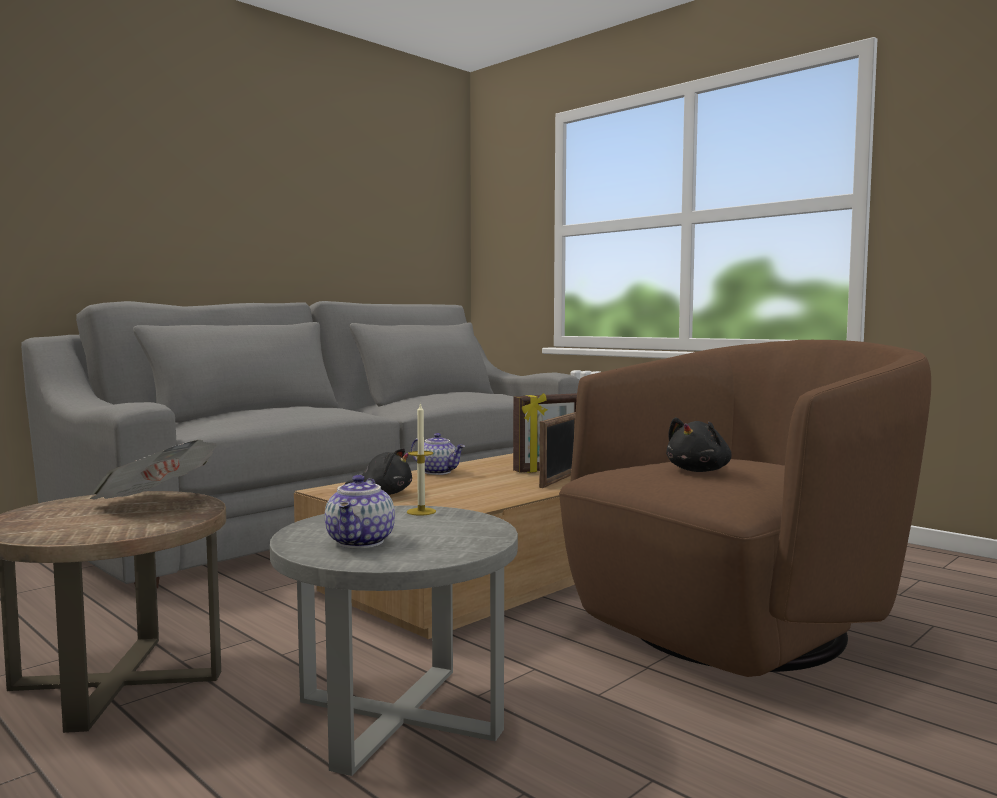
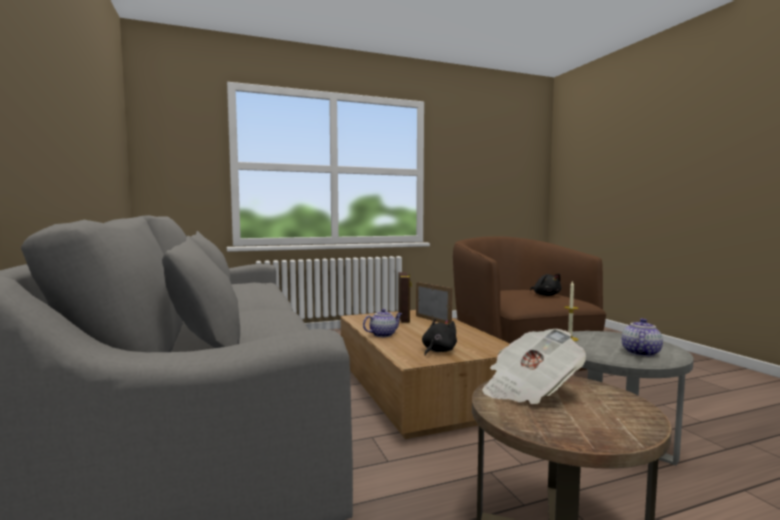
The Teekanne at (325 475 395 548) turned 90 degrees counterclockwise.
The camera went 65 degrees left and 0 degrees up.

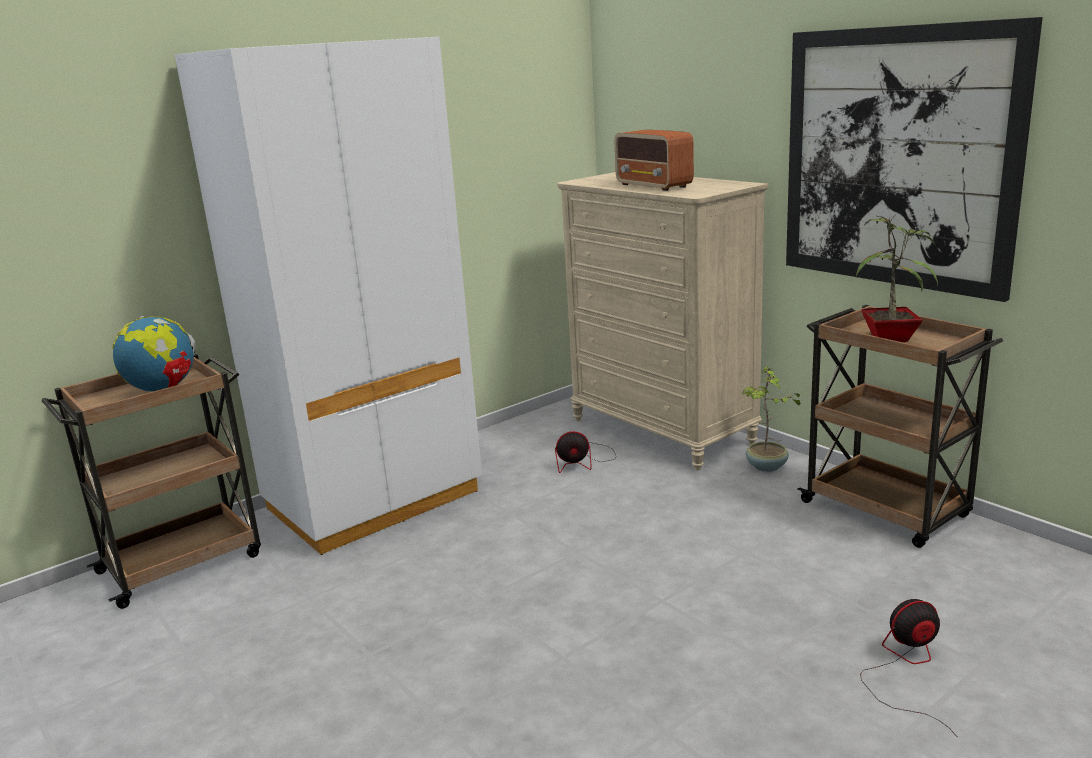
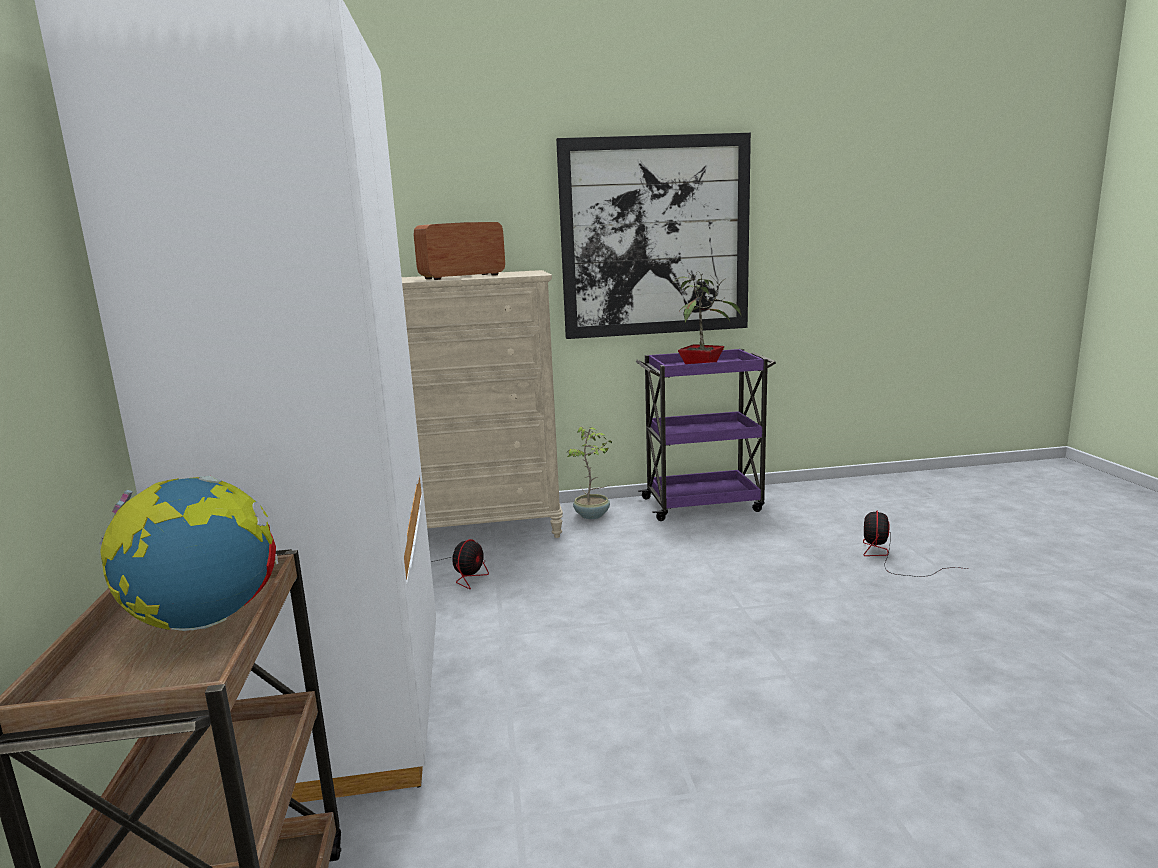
The Rollwagen (braun) at (798 305 1003 548) became the Rollwagen (lila) at (636 349 776 521).
The Radio at (615 130 694 191) turned 150 degrees clockwise.
The camera went 60 degrees left and 5 degrees down.

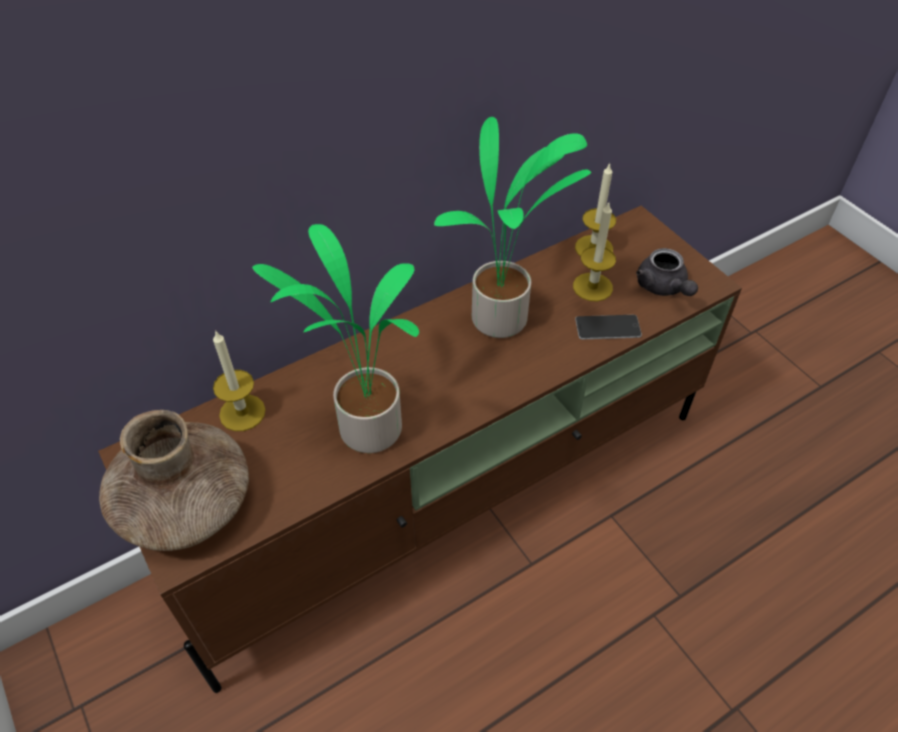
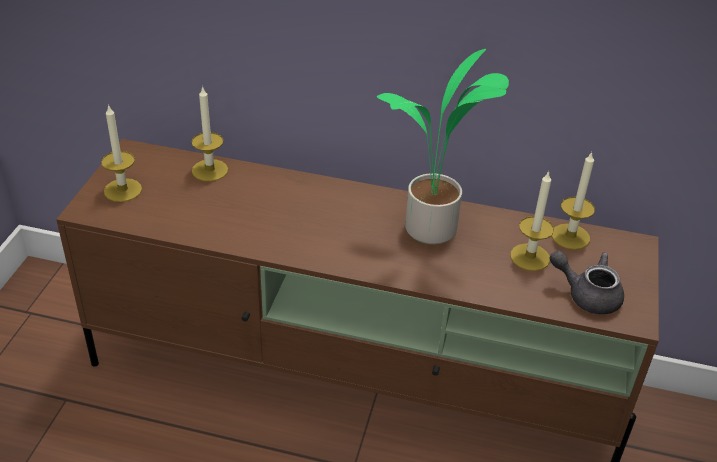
The Topfpflanze at (252 224 419 453) disappeared.
The Handy at (575 315 642 339) disappeared.
The Vase (braun) at (99 410 249 551) was replaced by the Kerze at (101 104 142 202).
The Teekanne (grau) at (636 248 698 296) turned 90 degrees clockwise.
The camera went 45 degrees right and 10 degrees down.

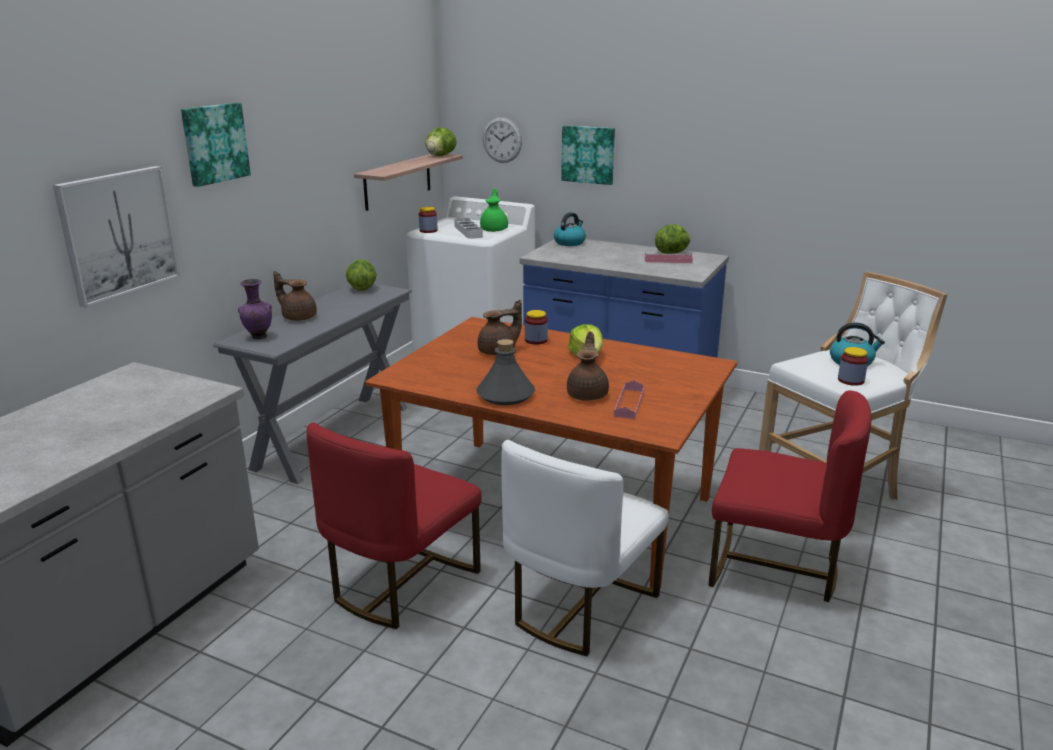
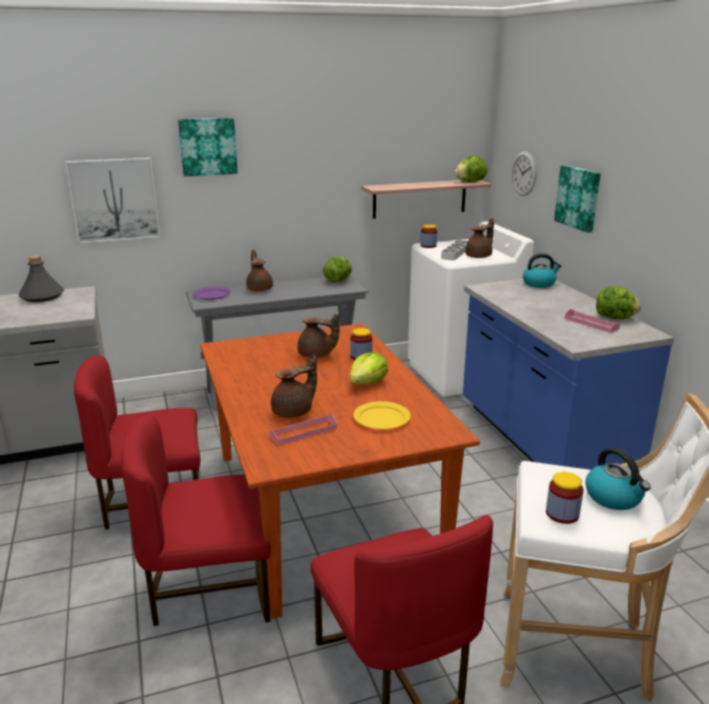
The Teller (gelb) at (353 401 411 429) appeared.
The Flasche (grau) moved from (477 339 535 405) to (18 255 64 302).
The Vase (lila) at (238 279 272 339) was replaced by the Teller (lila) at (193 286 231 300).
The Teekanne (grün) at (480 188 508 232) became the Teekanne (braun) at (465 218 494 258).
The Stuhl (weiß) at (502 440 668 656) became the Stuhl (rot) at (121 415 271 626).
The camera went 45 degrees right and 0 degrees up.

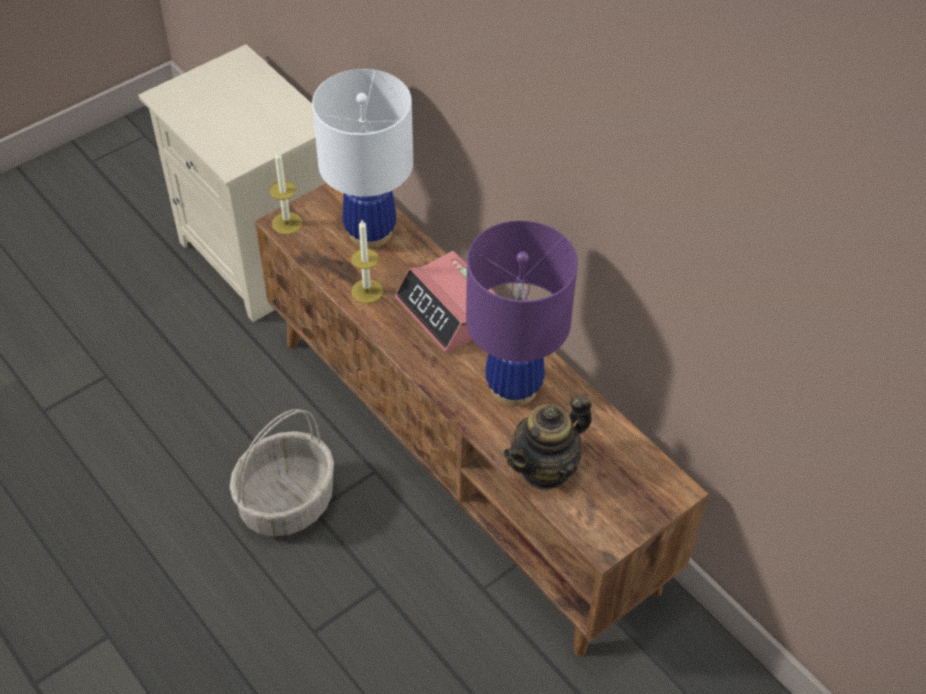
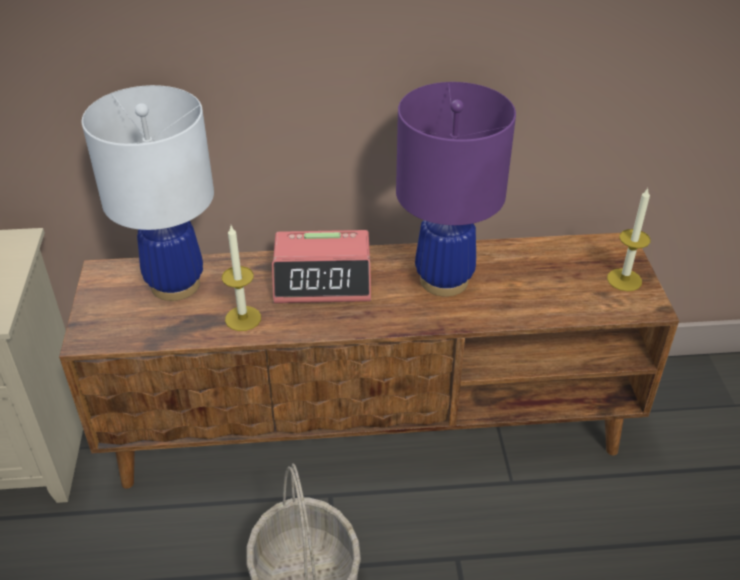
The Teekanne at (504 394 592 491) disappeared.
The Kerze moved from (269 150 302 234) to (607 188 650 291).
The camera went 55 degrees left and 10 degrees down.

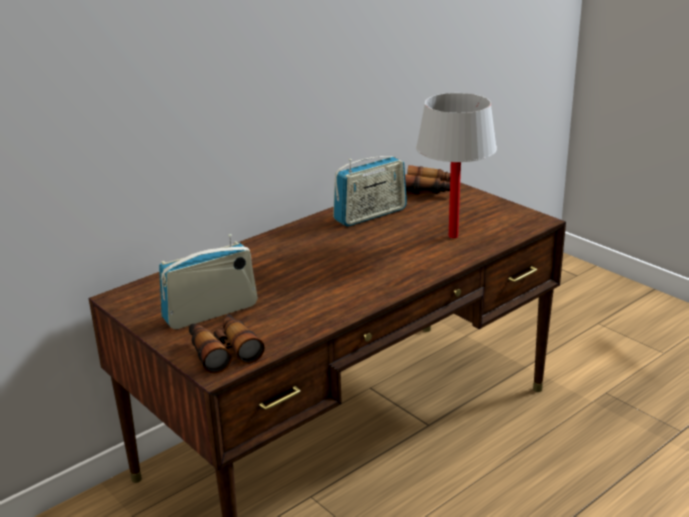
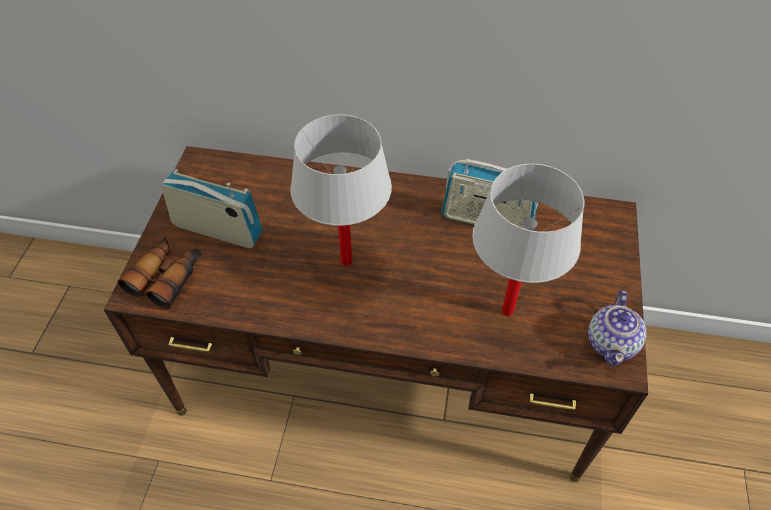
The Fernglas at (405 165 450 195) disappeared.
The Tischlampe (weiß) at (291 114 392 267) appeared.
The Teekanne at (588 290 647 366) appeared.
The camera went 50 degrees right and 25 degrees up.

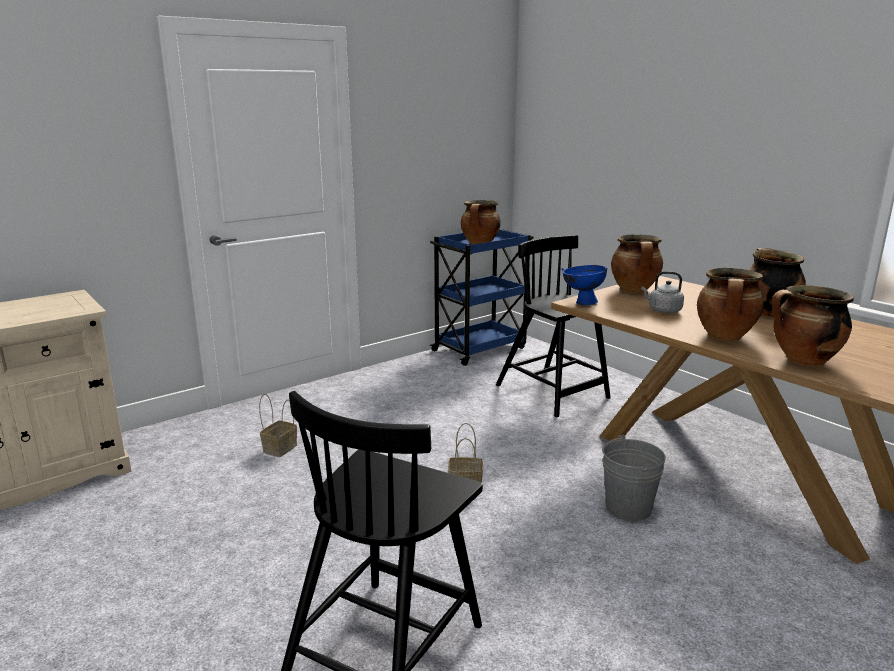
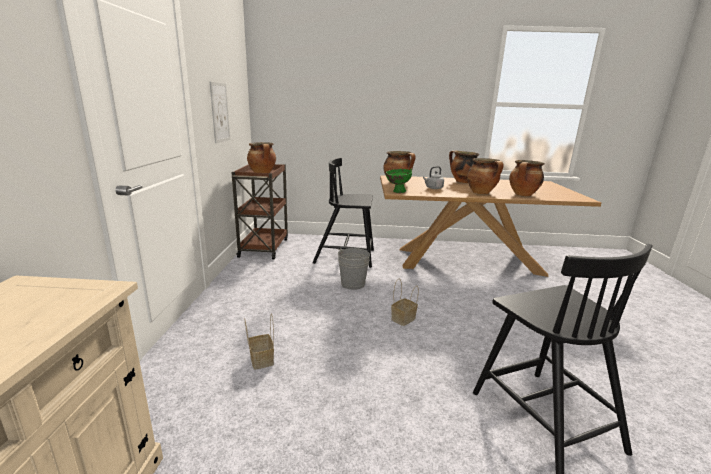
The Bild at (210 82 230 143) appeared.
The Eimer (grau) moved from (603 435 666 521) to (338 248 370 290).
The Rollwagen (blau) at (429 229 534 366) became the Rollwagen (braun) at (231 164 288 259).
The Schüssel (blau) at (562 265 608 305) became the Schüssel (grün) at (386 169 412 193).
The camera went 50 degrees left and 0 degrees up.

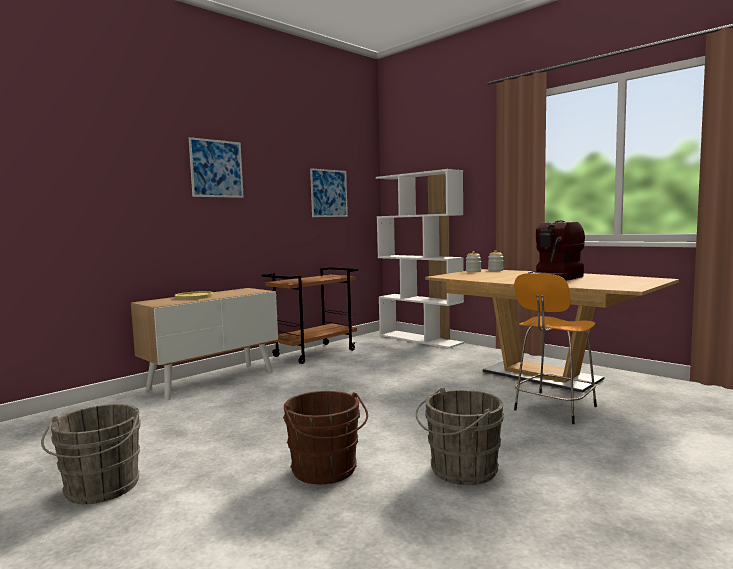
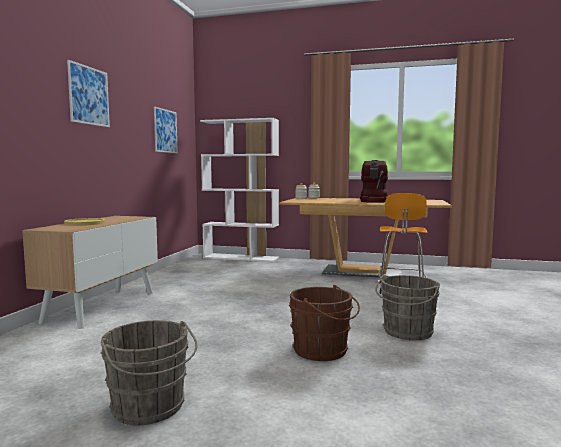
The Rollwagen (braun) at (262 267 358 364) disappeared.
The camera went 30 degrees left and 0 degrees up.

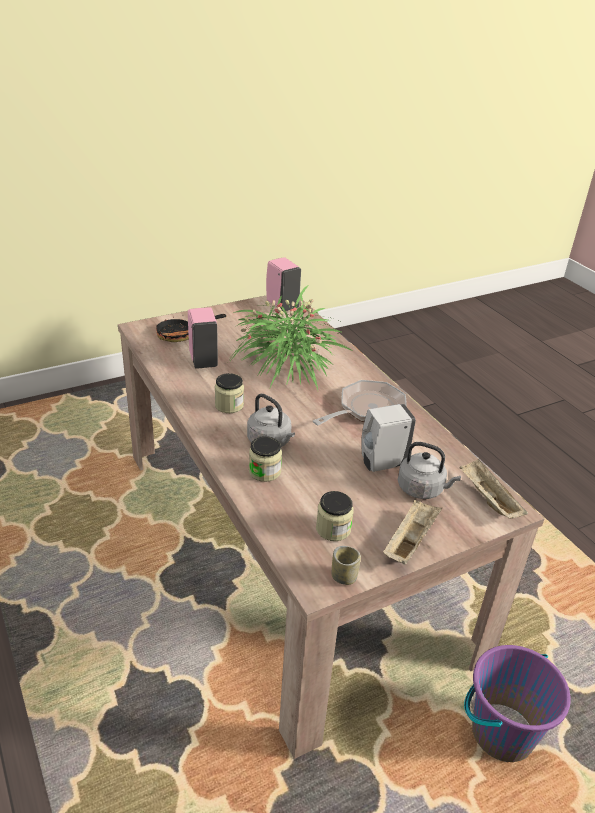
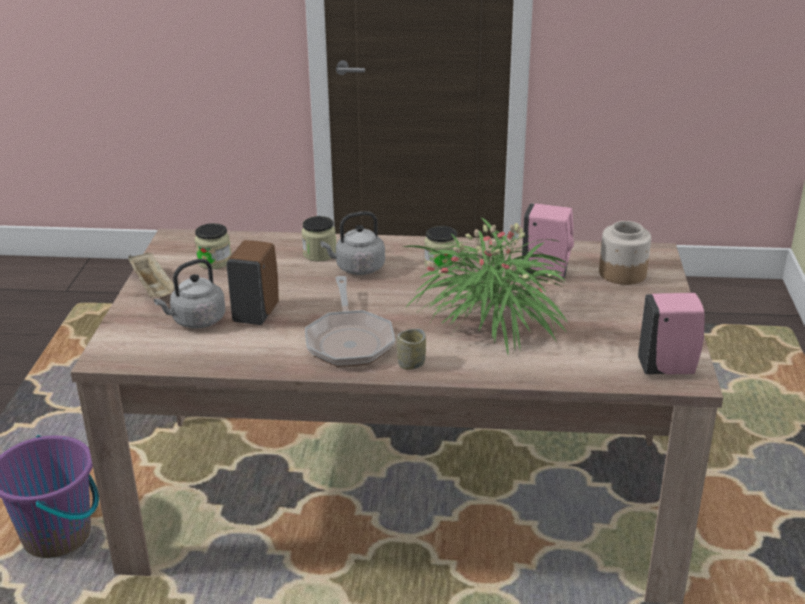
The Tablett (beige) at (460 459 528 519) disappeared.
The Tasse moved from (332 546 361 585) to (397 329 426 370).
The Pfanne at (156 314 226 342) was replaced by the Vorratsglas at (599 221 651 285).
The Seifenspender (weiß) at (362 404 416 472) became the Seifenspender (braun) at (226 240 279 325).
The camera went 125 degrees right and 5 degrees down.

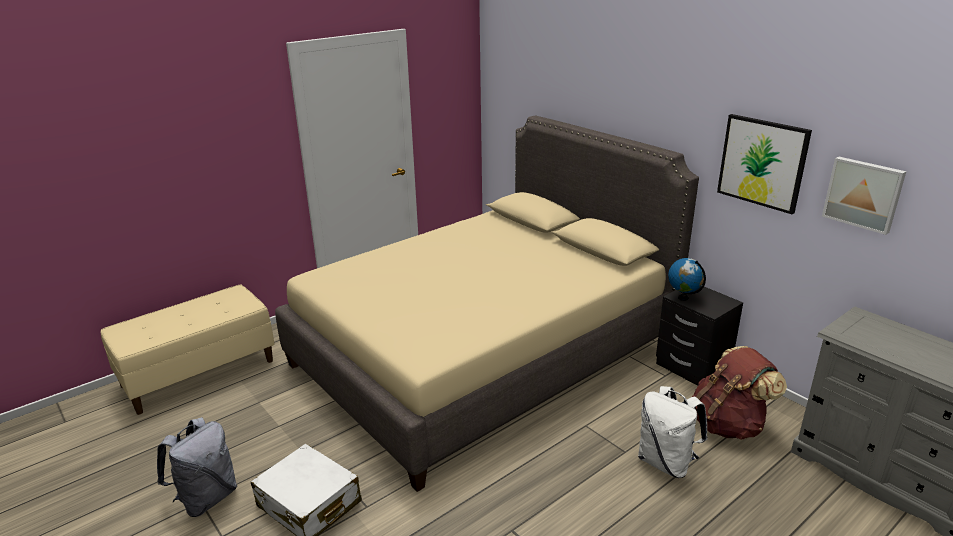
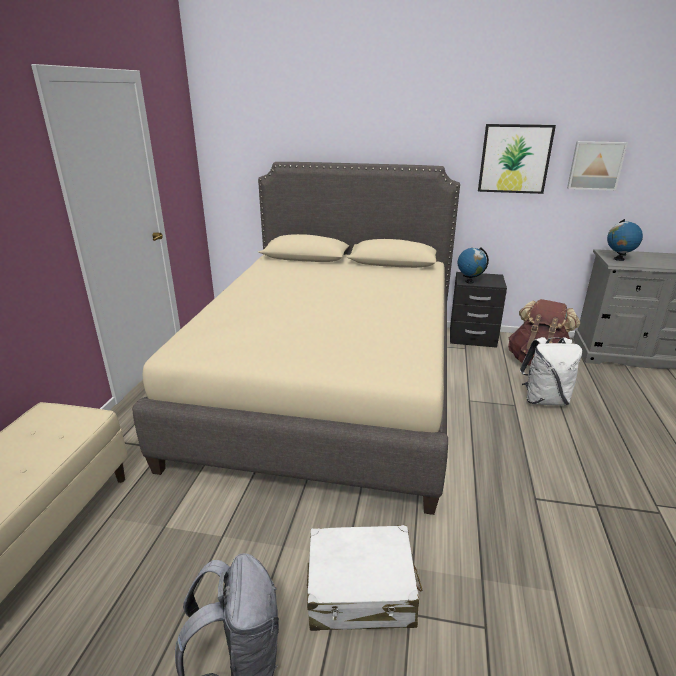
The Globus at (607 219 643 261) appeared.
The camera went 40 degrees left and 0 degrees up.

